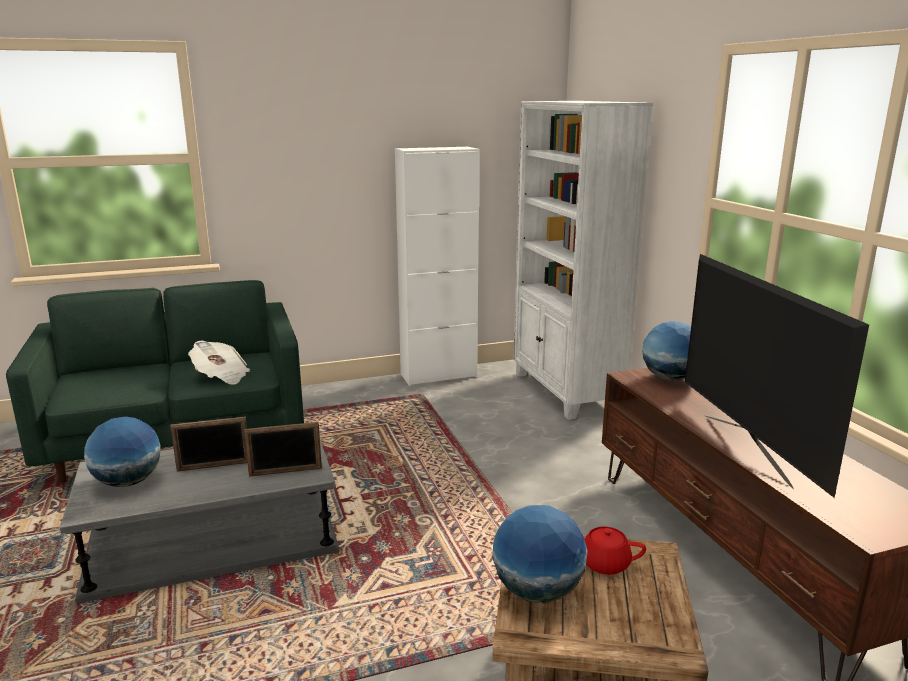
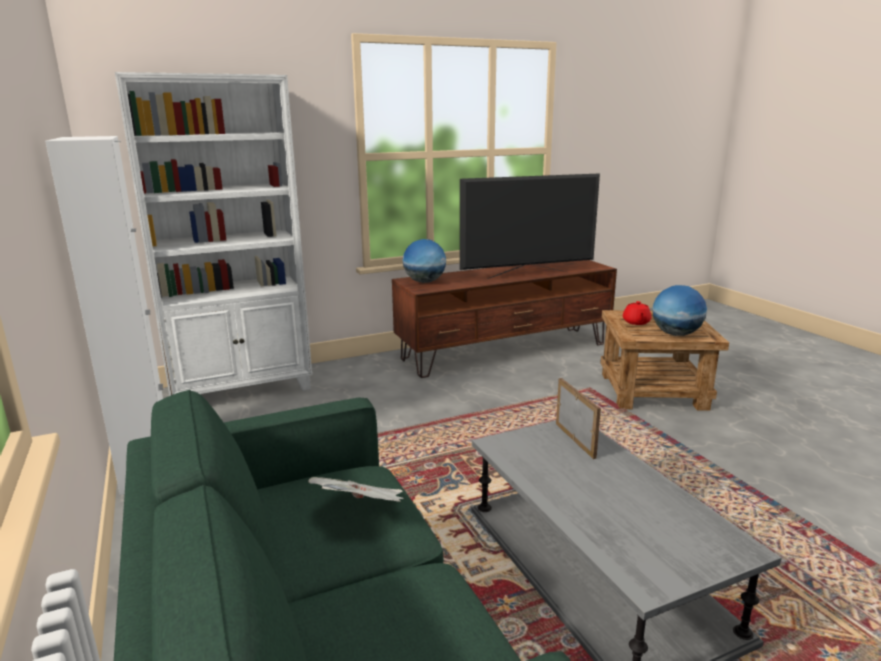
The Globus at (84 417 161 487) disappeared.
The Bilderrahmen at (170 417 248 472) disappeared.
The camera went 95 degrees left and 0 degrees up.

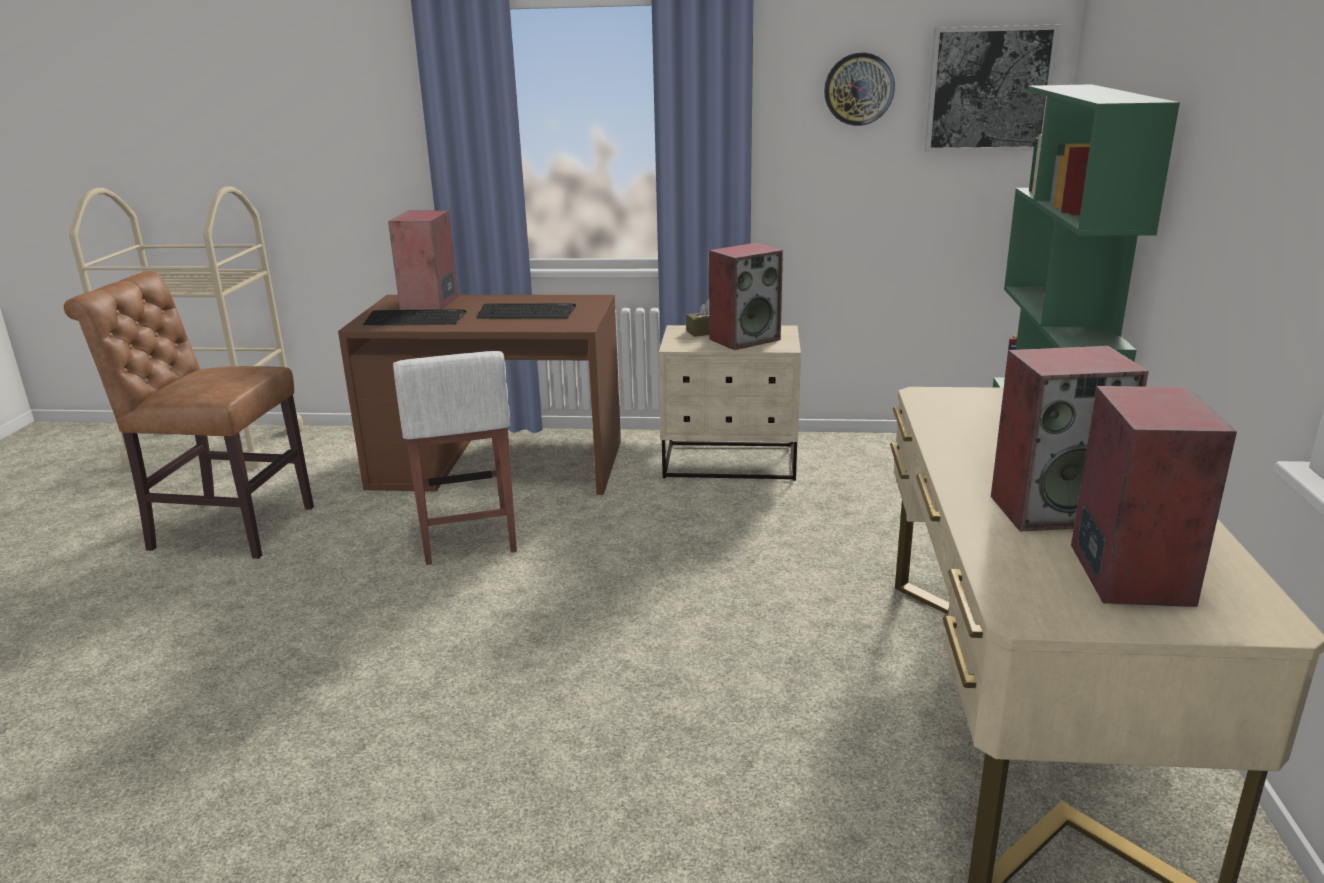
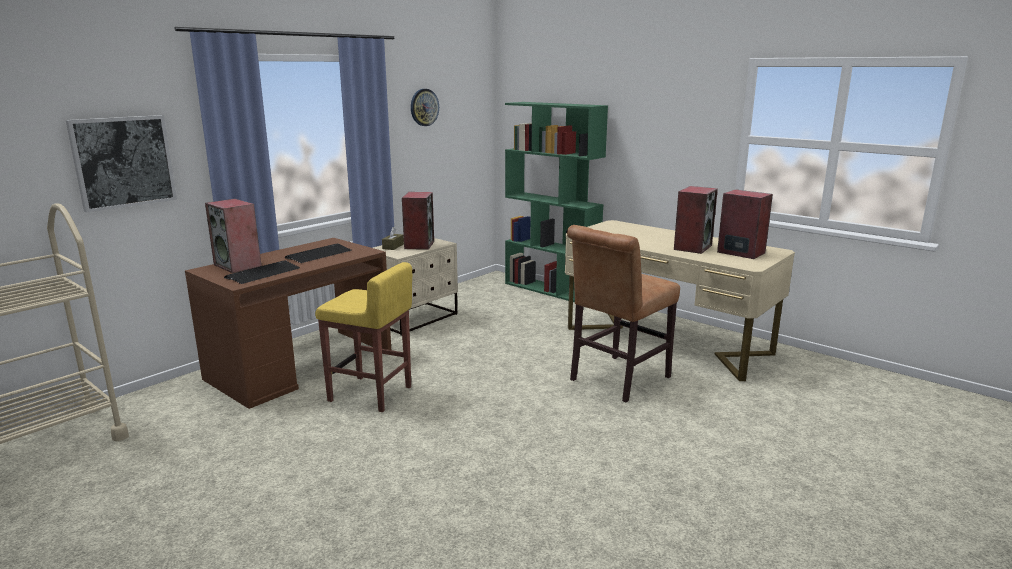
The Stuhl (braun) moved from (64 271 314 559) to (567 225 680 402).
The Bild moved from (925 25 1060 152) to (66 115 177 213).
The Hocker (weiß) at (393 351 517 565) became the Hocker (gelb) at (315 262 412 412).
The camera went 55 degrees left and 5 degrees down.

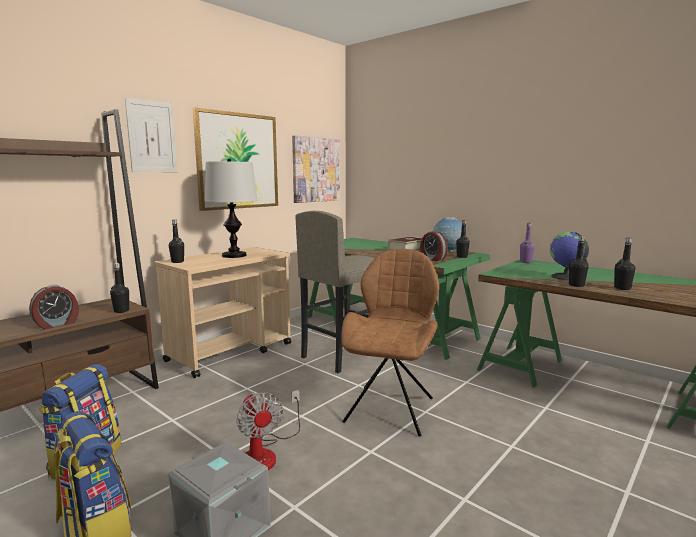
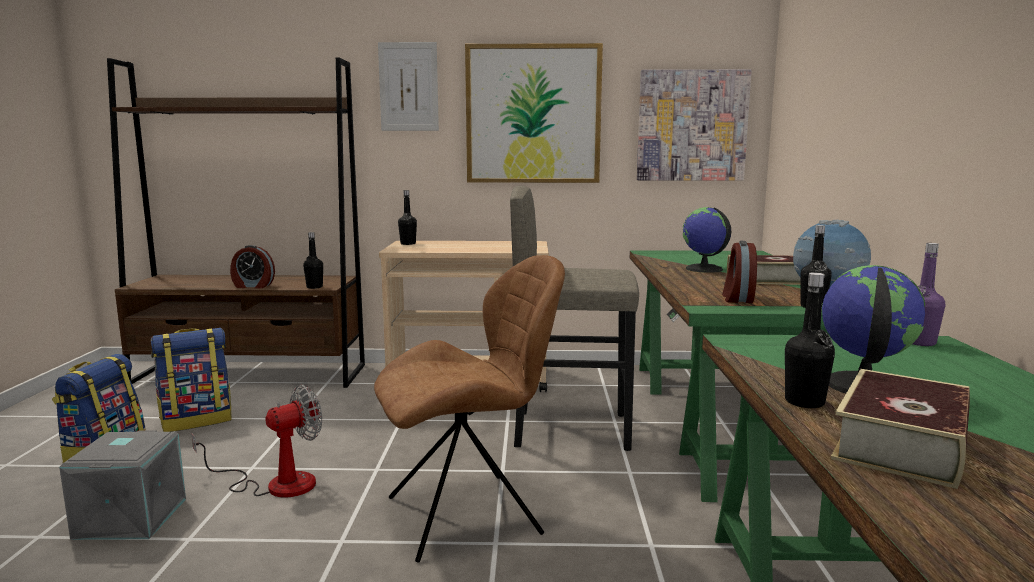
The Tischlampe at (205 158 258 258) disappeared.
The Globus at (683 207 731 273) appeared.
The Flasche (schwarz) at (614 238 636 290) was replaced by the Buch at (831 369 970 489).
The Ventilator at (236 390 300 470) turned 150 degrees counterclockwise.
The camera went 50 degrees right and 0 degrees up.

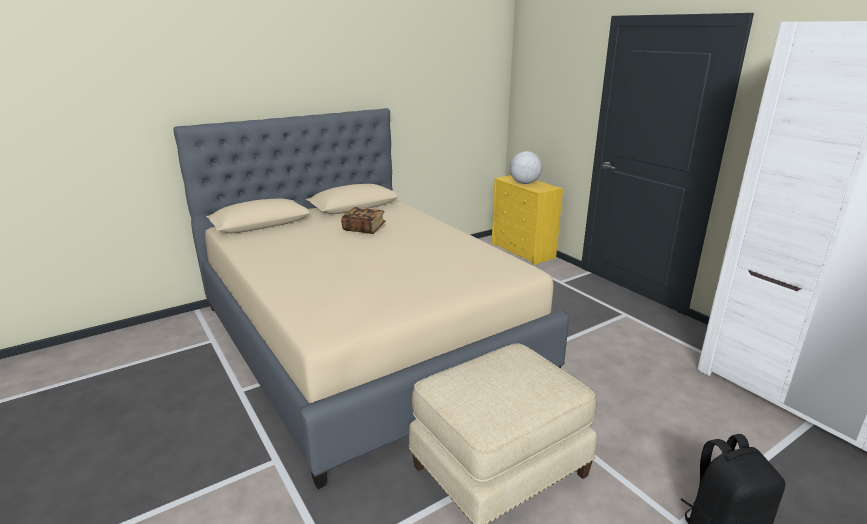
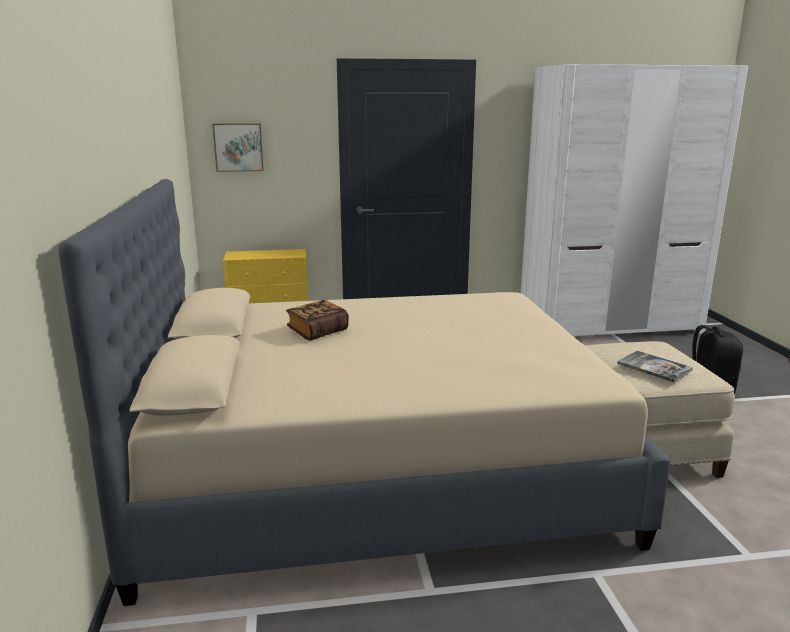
The Globus at (510 151 542 184) disappeared.
The Bild at (212 123 264 172) appeared.
The Buch at (617 351 693 382) appeared.
The camera went 65 degrees left and 5 degrees down.

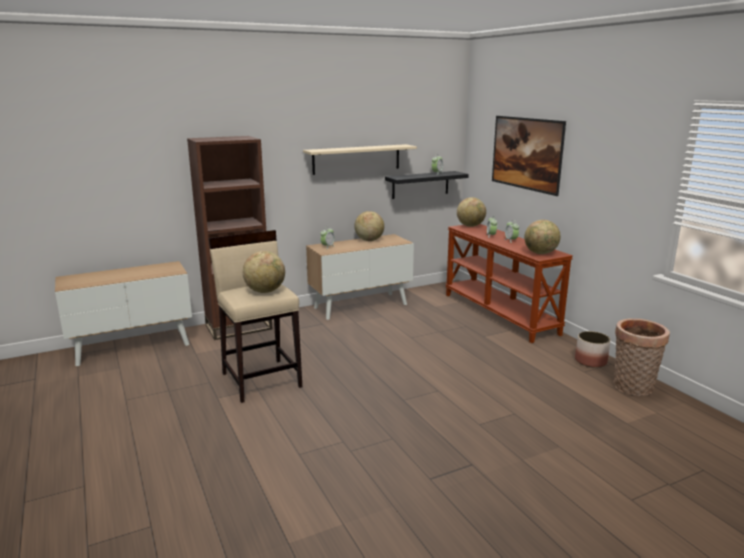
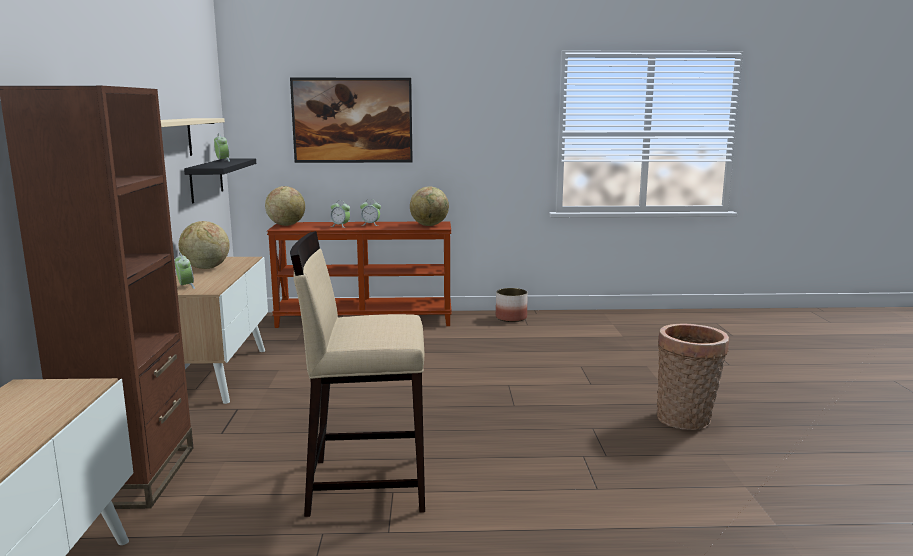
The Globus at (243 251 285 293) disappeared.
The Korb moved from (613 318 670 396) to (657 324 729 430).
The camera went 65 degrees left and 5 degrees down.

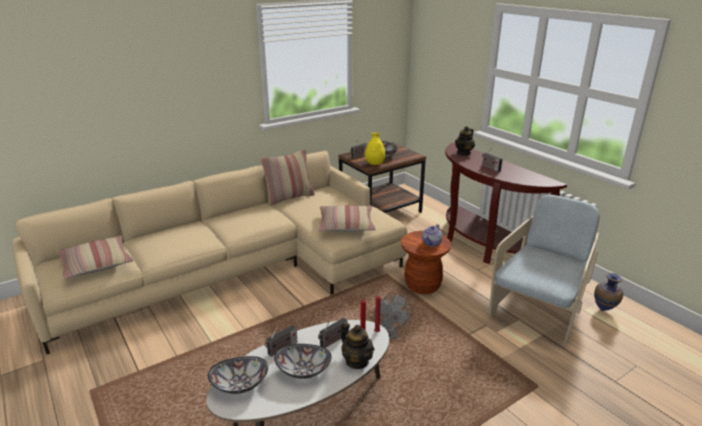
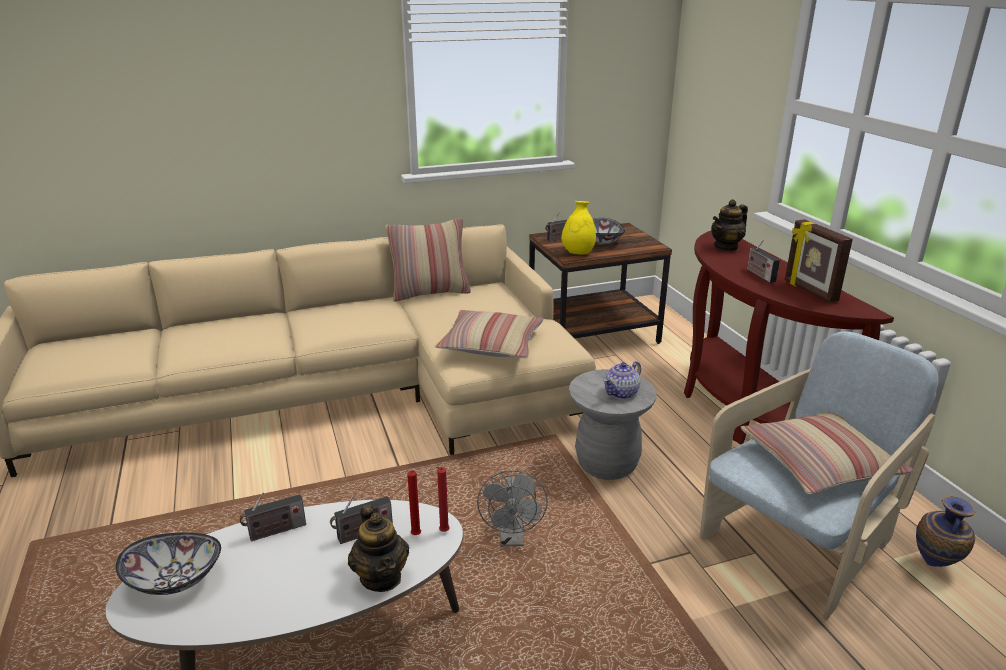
The Schüssel at (274 344 331 379) disappeared.
The Bilderrahmen at (785 219 853 303) appeared.
The Kissen moved from (57 235 133 280) to (741 412 914 494).
The Hocker (braun) at (401 231 451 294) became the Hocker (grau) at (569 369 656 480).
The camera went 15 degrees right and 0 degrees up.

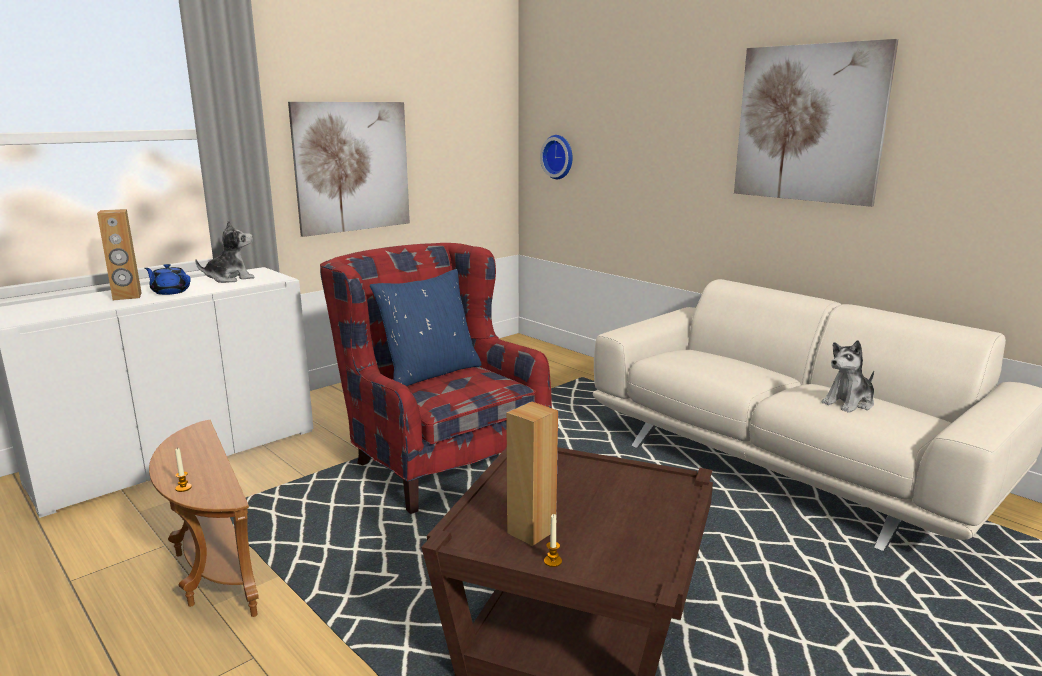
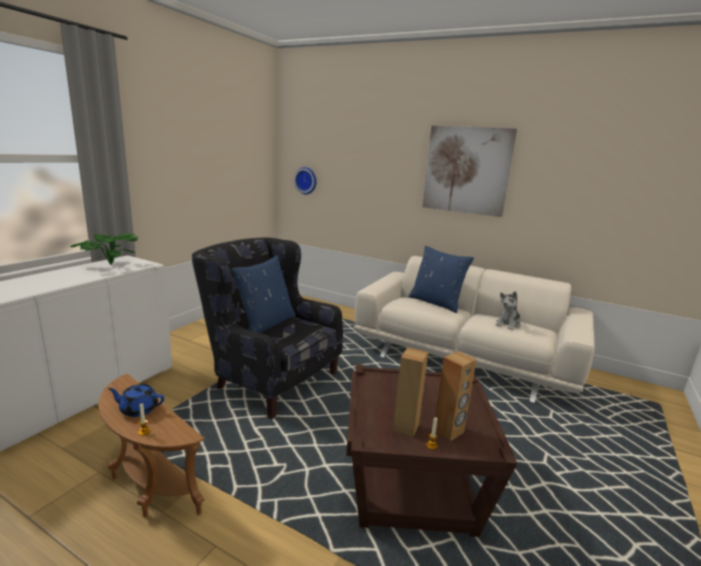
The Bild at (288 102 410 237) disappeared.
The Kissen (blau) at (409 246 474 313) appeared.
The Lautsprecher (braun) moved from (97 209 142 300) to (435 351 477 441).
The Teekanne (blau) moved from (145 264 191 295) to (108 384 164 417).
The Plüschtier at (195 220 255 283) was replaced by the Topfpflanze at (70 233 138 265).
The Sessel (rot) at (320 243 552 514) became the Sessel (schwarz) at (192 238 343 419).
The camera went 20 degrees left and 0 degrees up.

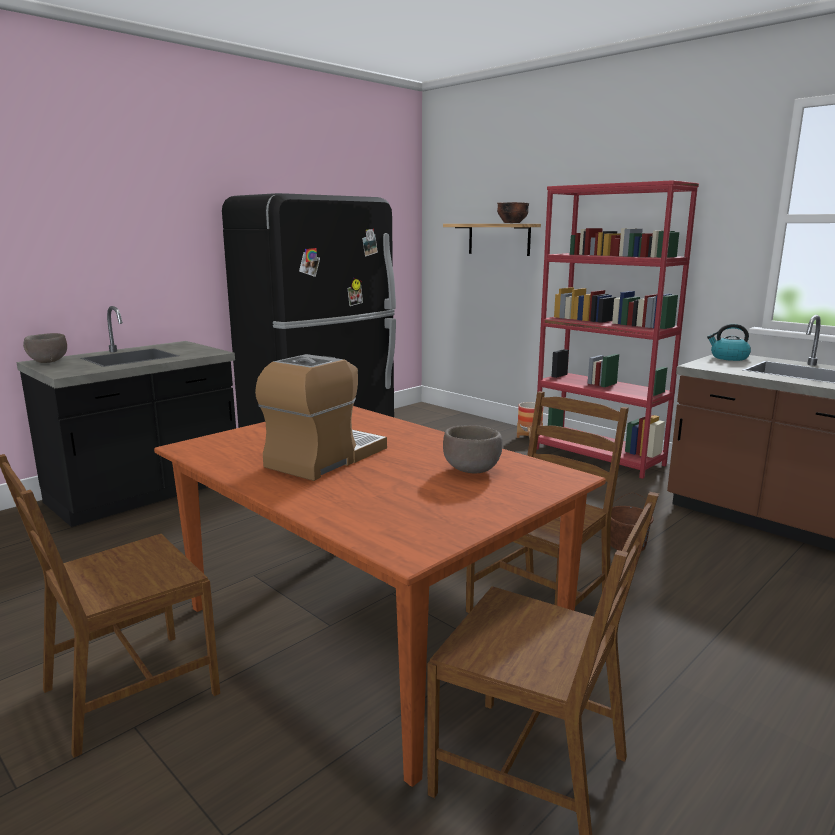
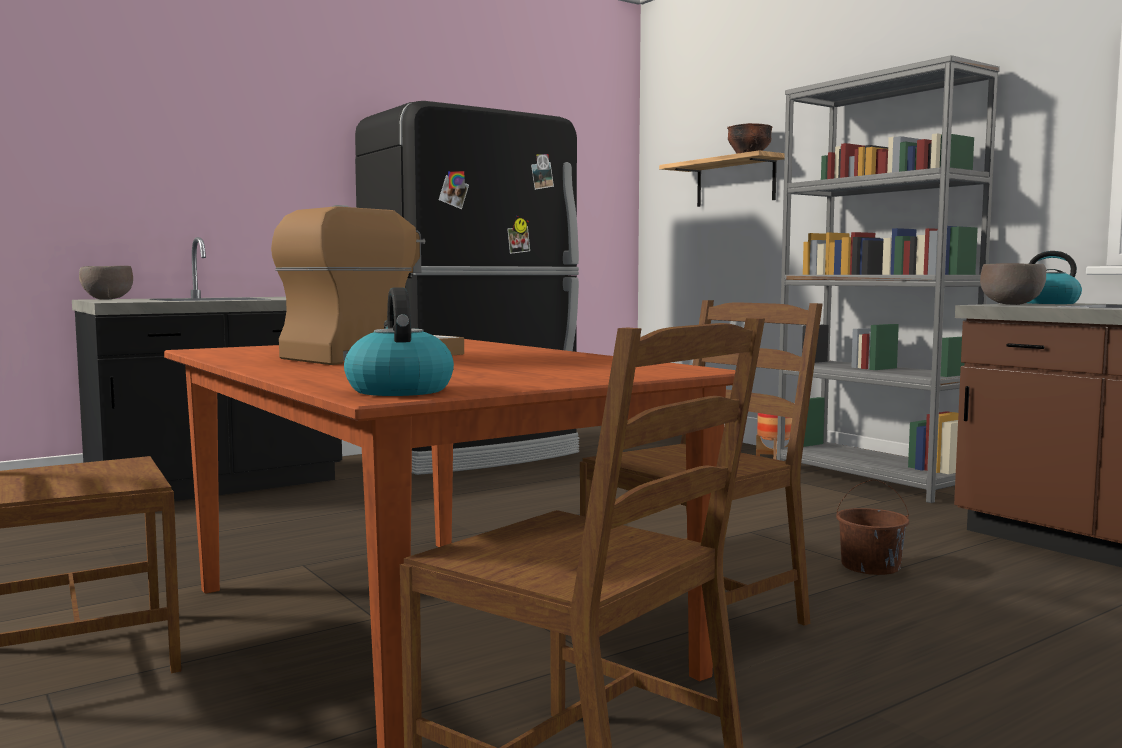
The Wasserkessel at (344 287 454 396) appeared.
The Schüssel (braun) moved from (443 425 502 474) to (980 263 1046 305).
The Bücherregal (rot) at (537 180 699 479) became the Bücherregal (grau) at (777 55 1000 503).
The camera went 10 degrees right and 10 degrees down.

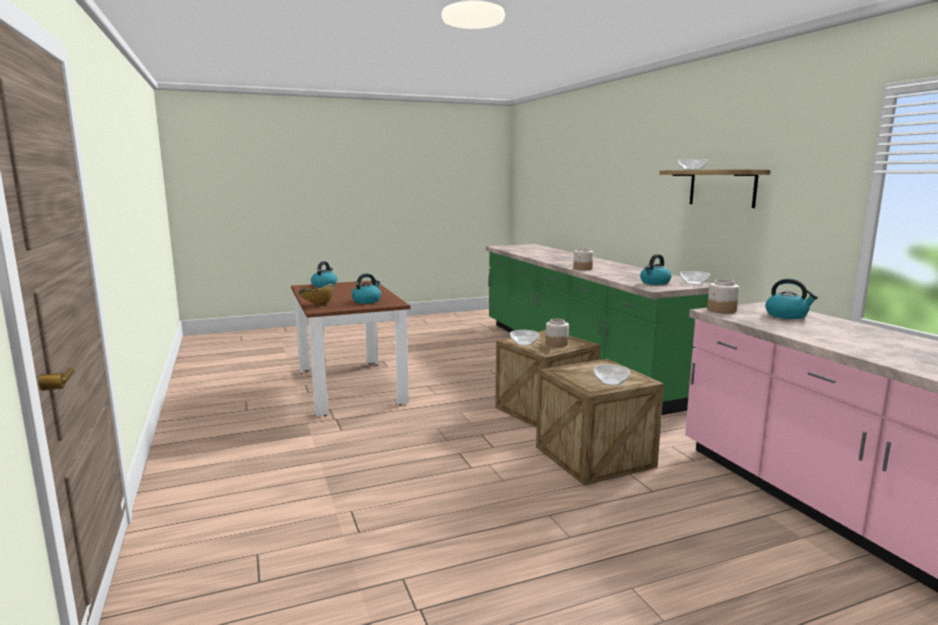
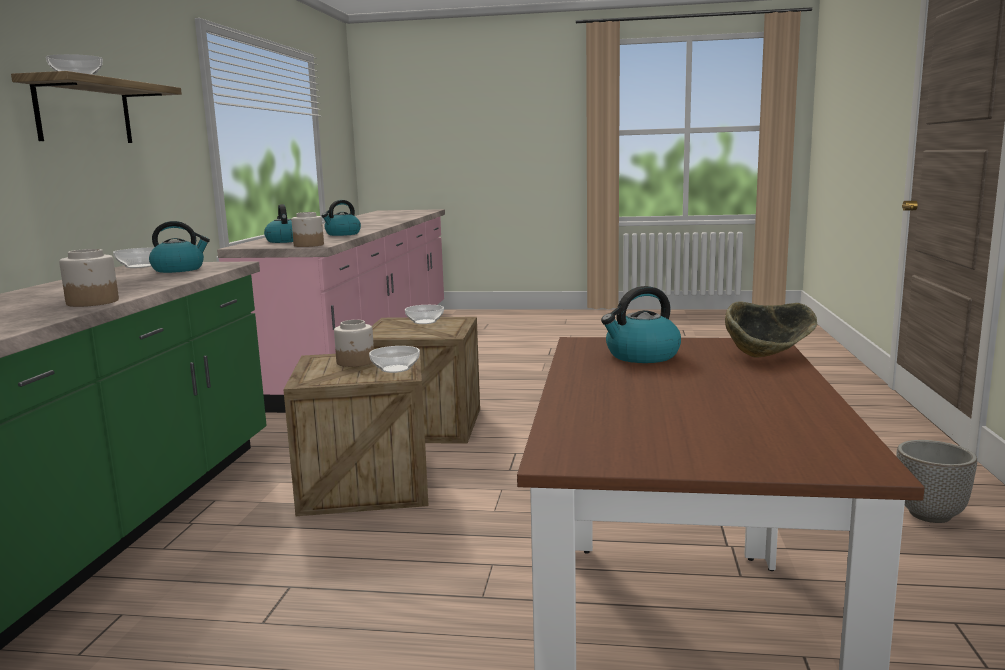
The Pflanzkübel at (896 440 977 523) appeared.
The Wasserkessel moved from (311 261 337 288) to (321 200 361 236).
The camera went 150 degrees left and 0 degrees up.

